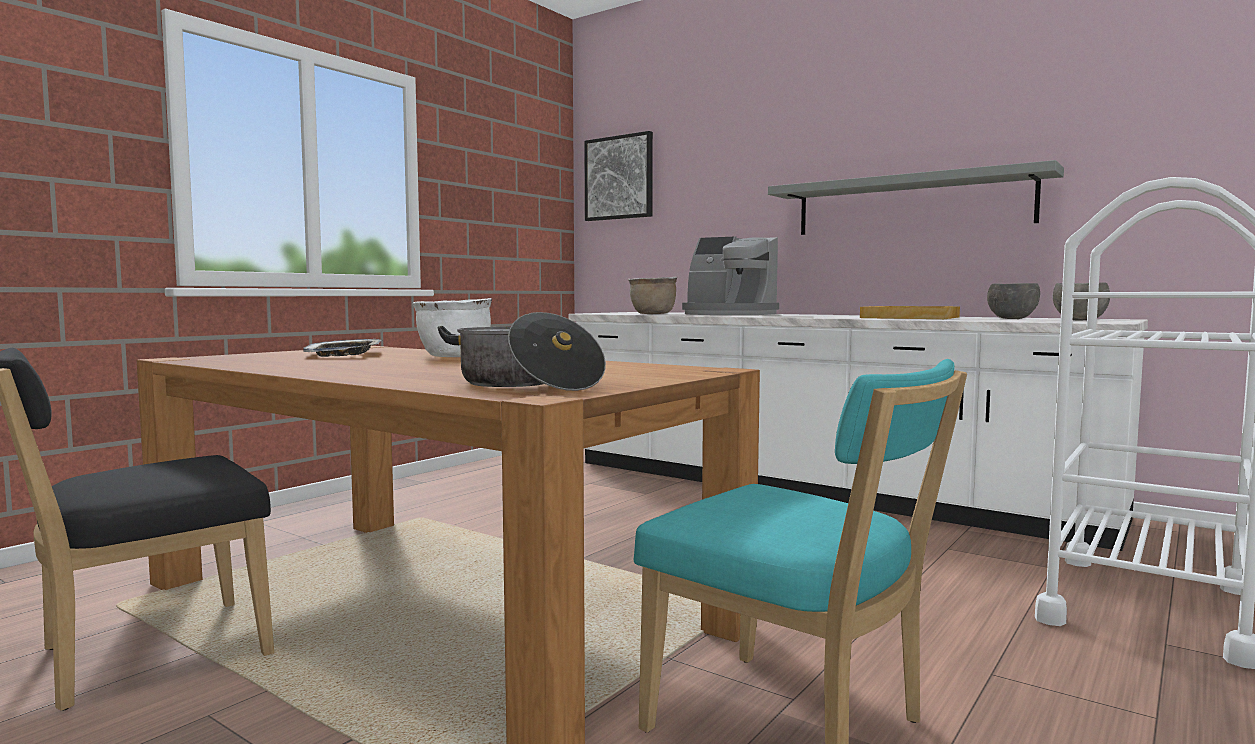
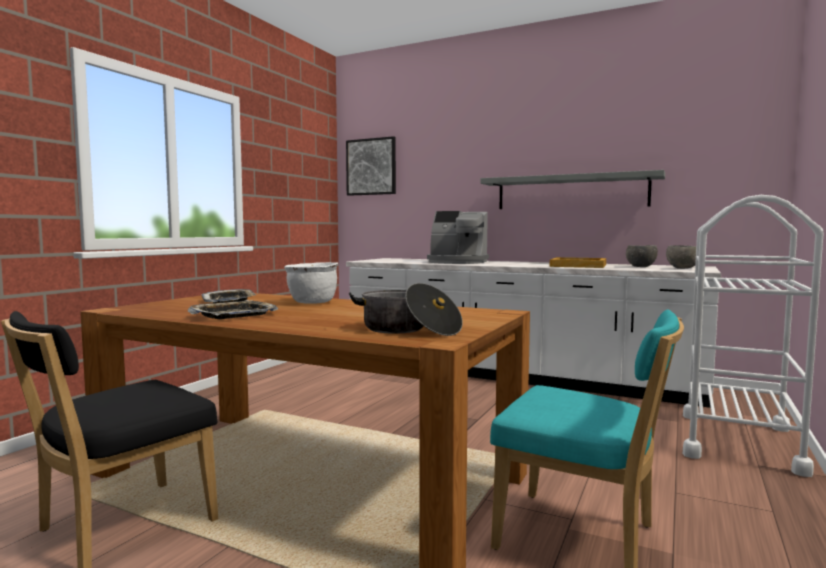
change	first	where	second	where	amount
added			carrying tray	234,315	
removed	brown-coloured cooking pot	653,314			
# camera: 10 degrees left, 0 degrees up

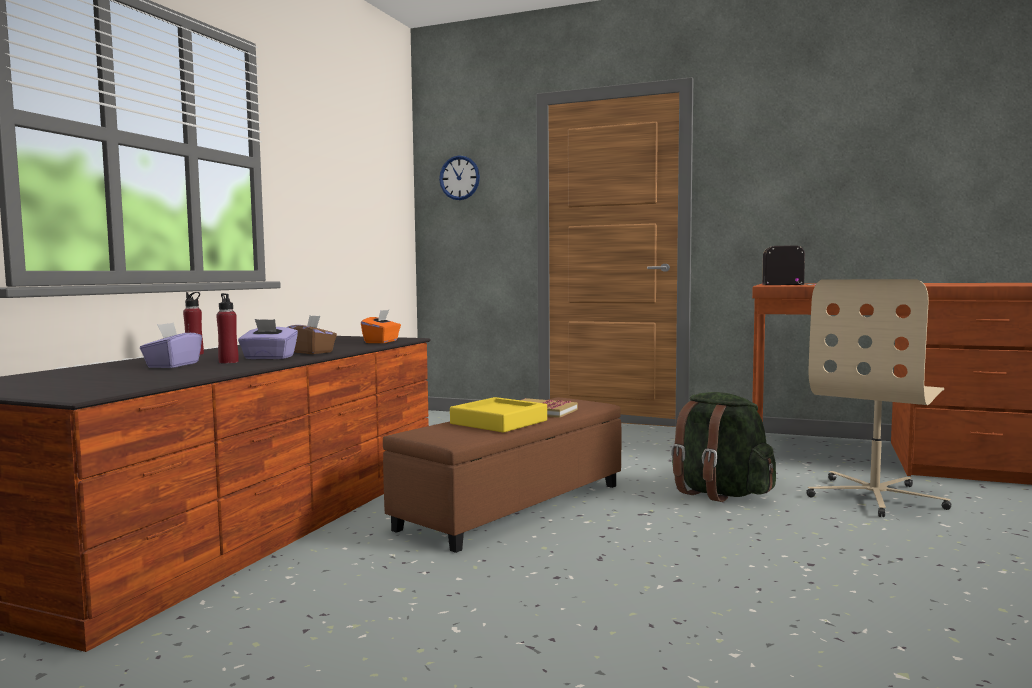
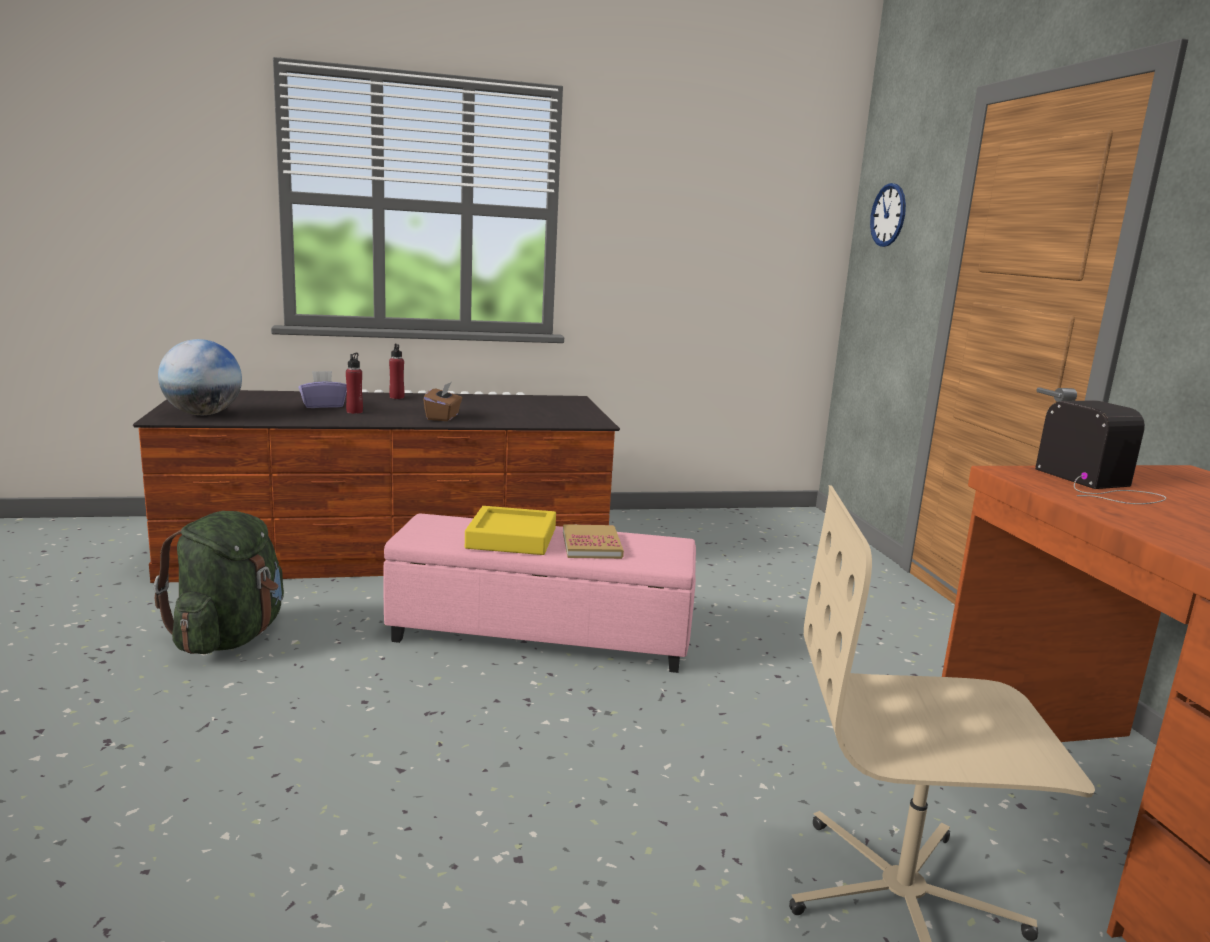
change	first	where	second	where	amount
moved	greenish knapsack	719,493		230,637	
added			desk globe	203,414	
recoloured	brown-coloured pouffe	515,506	pink-coloured pouffe	541,635	
removed	purple box of tissues	269,358			
removed	orange-coloured box of tissues	382,342			
# camera: 55 degrees right, 10 degrees up

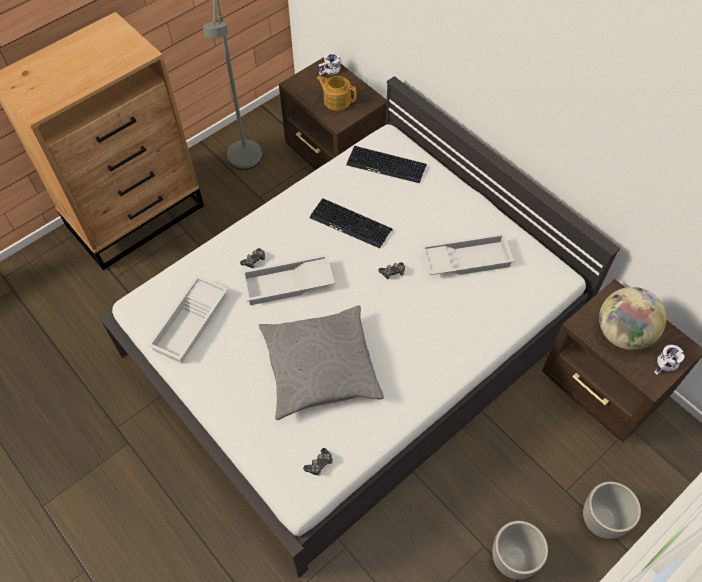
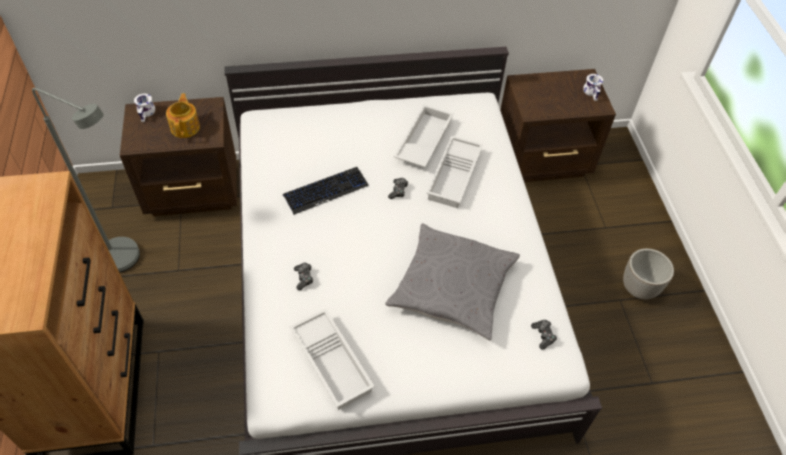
change	first	where	second	where	amount
turned	tea pot	336,100		185,127	120 degrees clockwise
moved	white carrying tray	288,285		455,176	
removed	computer keyboard	386,165			
removed	plant pot	602,519			
removed	desk globe	622,333			
# camera: 60 degrees left, 5 degrees down

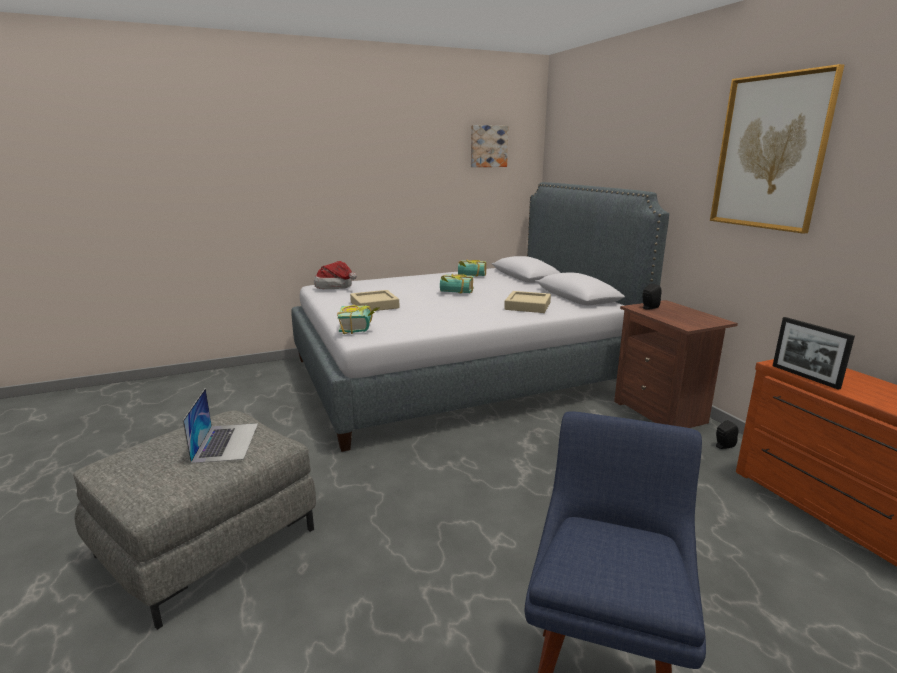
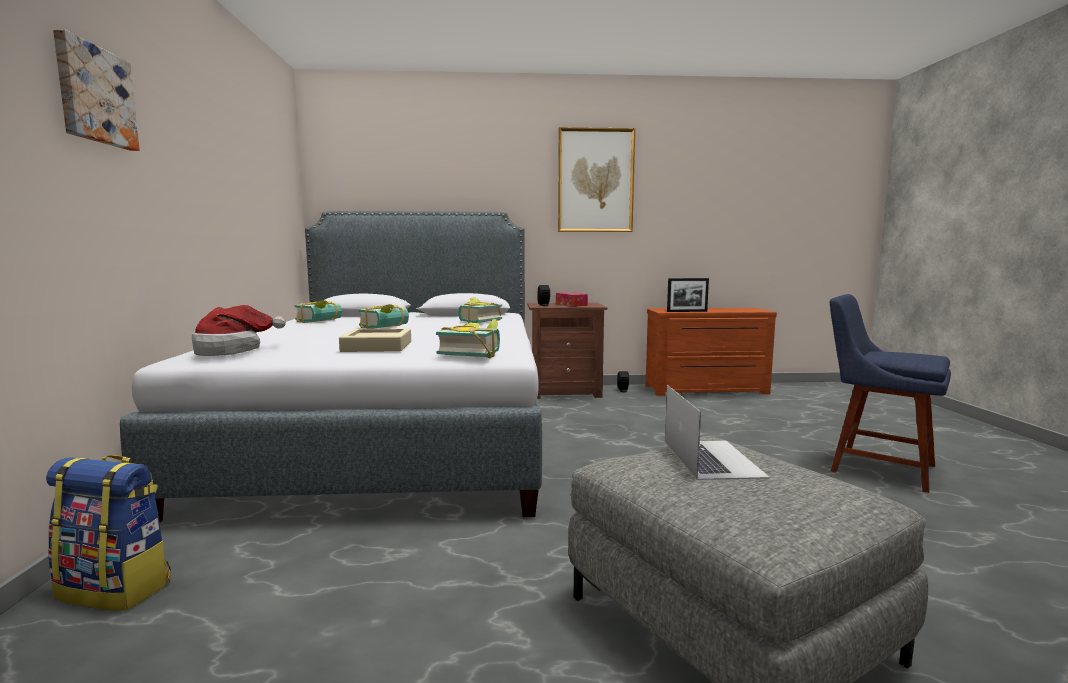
change	first	where	second	where	amount
added			knapsack	117,589	
moved	wall art	488,146		94,95	
replaced	beige-coloured carrying tray	527,306	bound book	477,321	
added			box of tissues	571,304	
turned	laptop	226,442		711,458	75 degrees clockwise
# camera: 70 degrees left, 10 degrees down

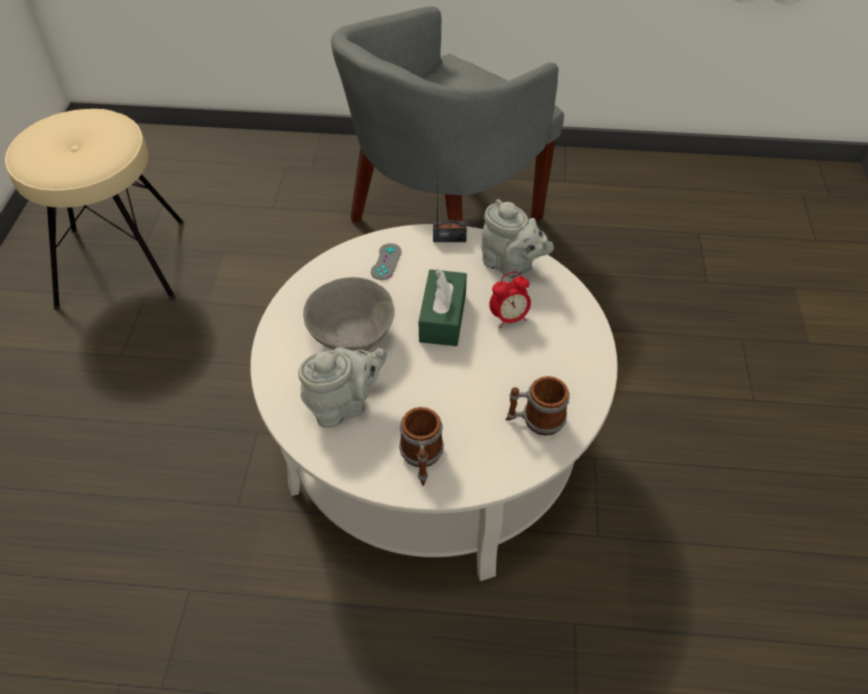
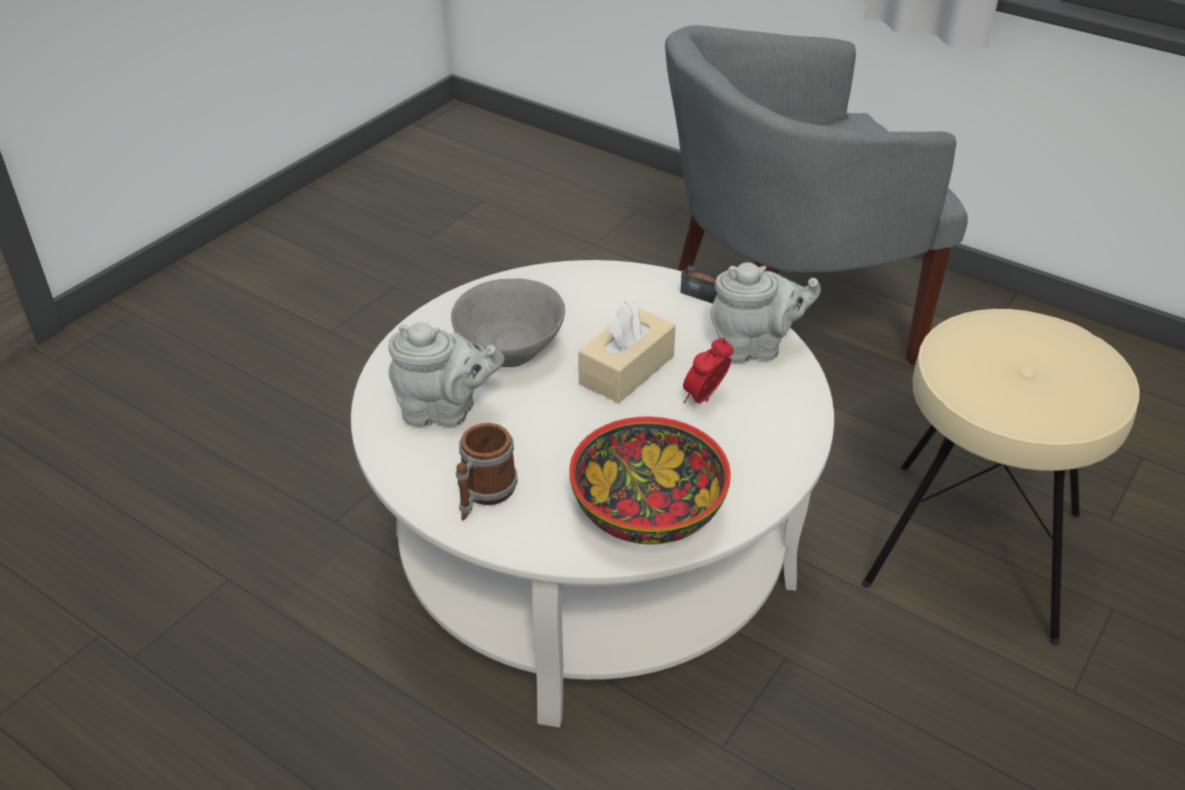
change	first	where	second	where	amount
replaced	tea mug	535,420	deep dish	646,512	
recoloured	greenish box of tissues	443,317	beige-coloured box of tissues	626,370	
turned	alarm clock	509,318		705,399	120 degrees clockwise
turned	gray tea pot	511,265		754,347	75 degrees counterclockwise
moved	beige-coloured stool	121,262		972,547	
removed	gray gamepad	386,261			
# camera: 30 degrees right, 10 degrees down

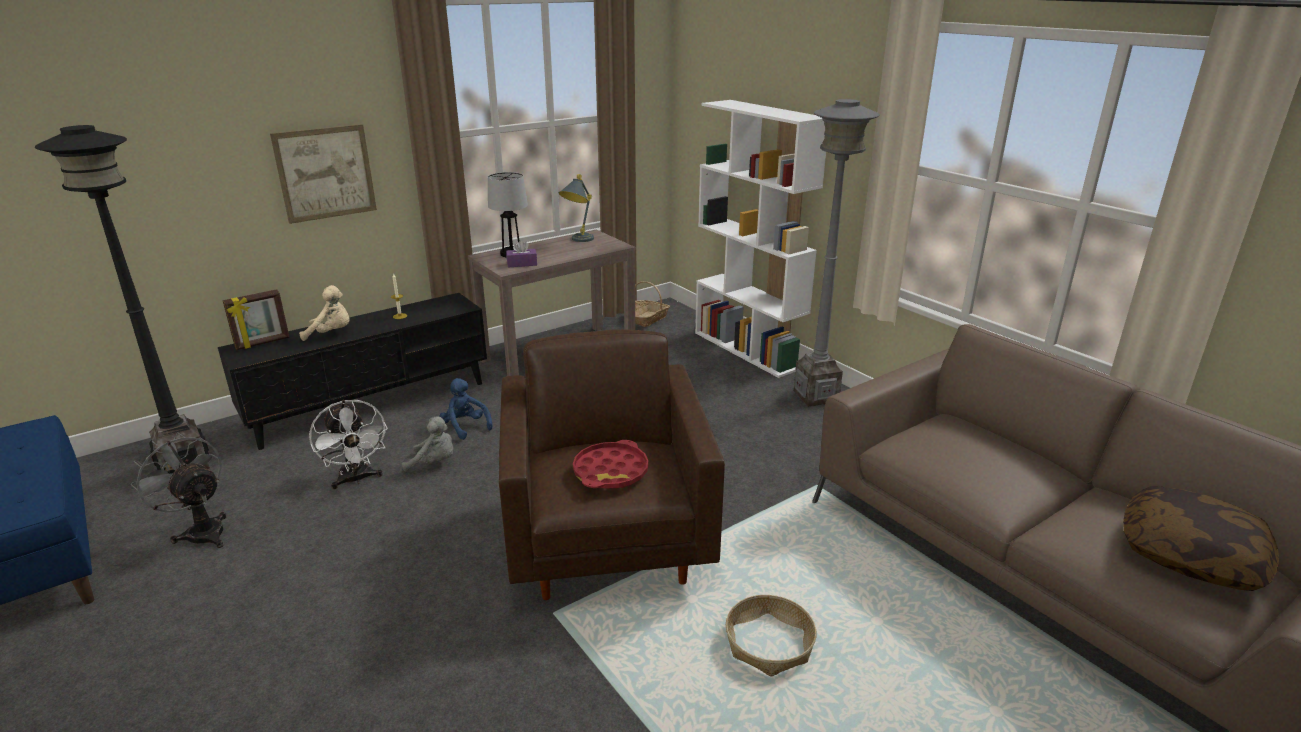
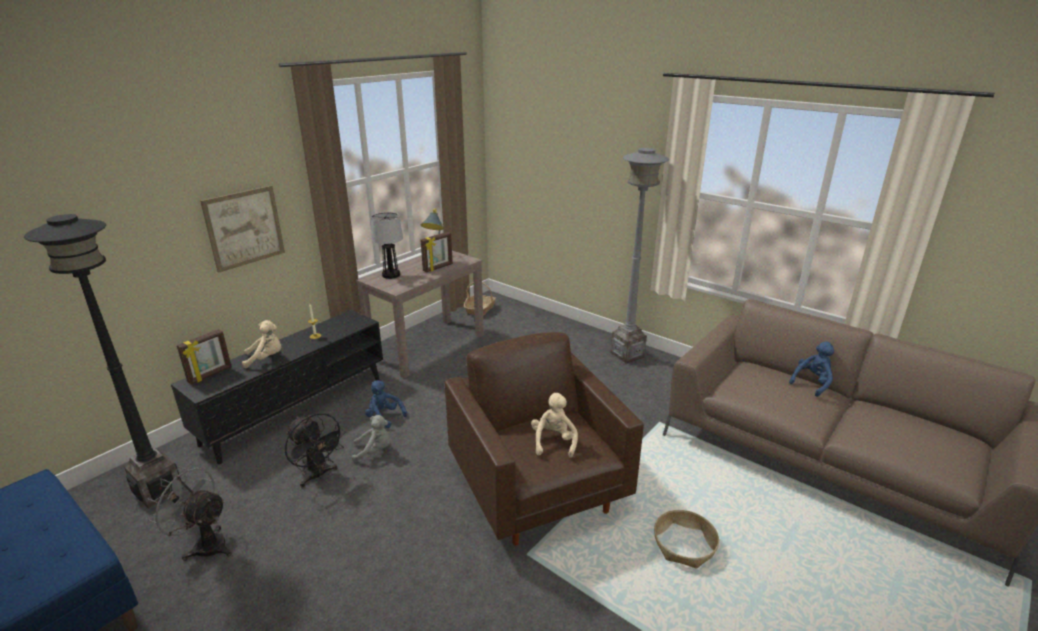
change	first	where	second	where	amount
recoloured	white fan	356,479	blackish fan	318,475	
added			photo frame	438,268	
replaced	red-coloured carrying tray	611,471	beige-coloured plush toy	554,442	
added			bluish plush toy	812,383	
removed	purple box of tissues	522,264			
removed	white shelving unit	748,350			
removed	cushion	1190,555			
# camera: 15 degrees left, 0 degrees up

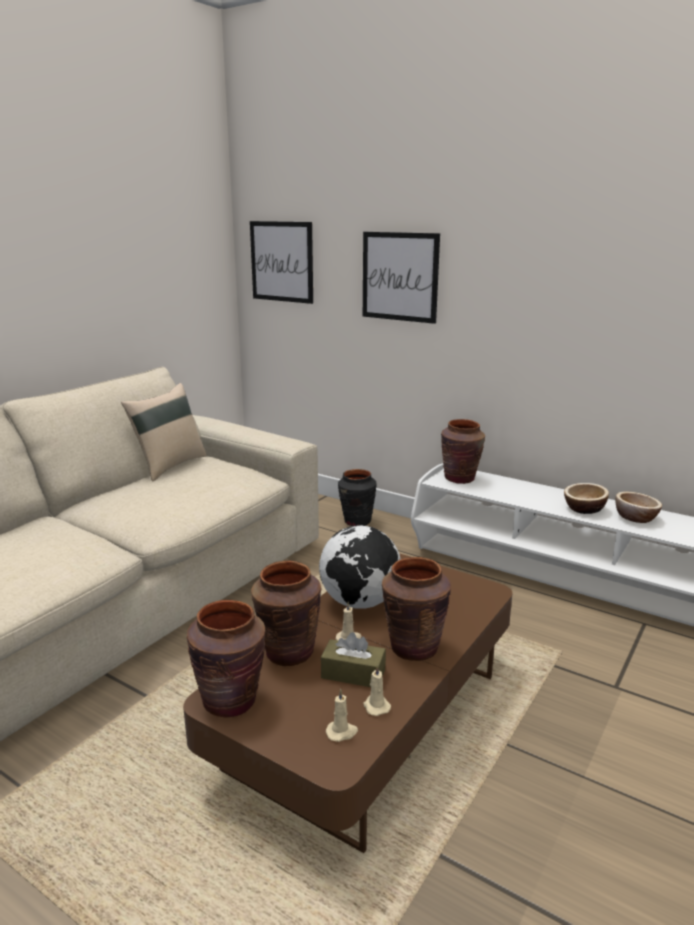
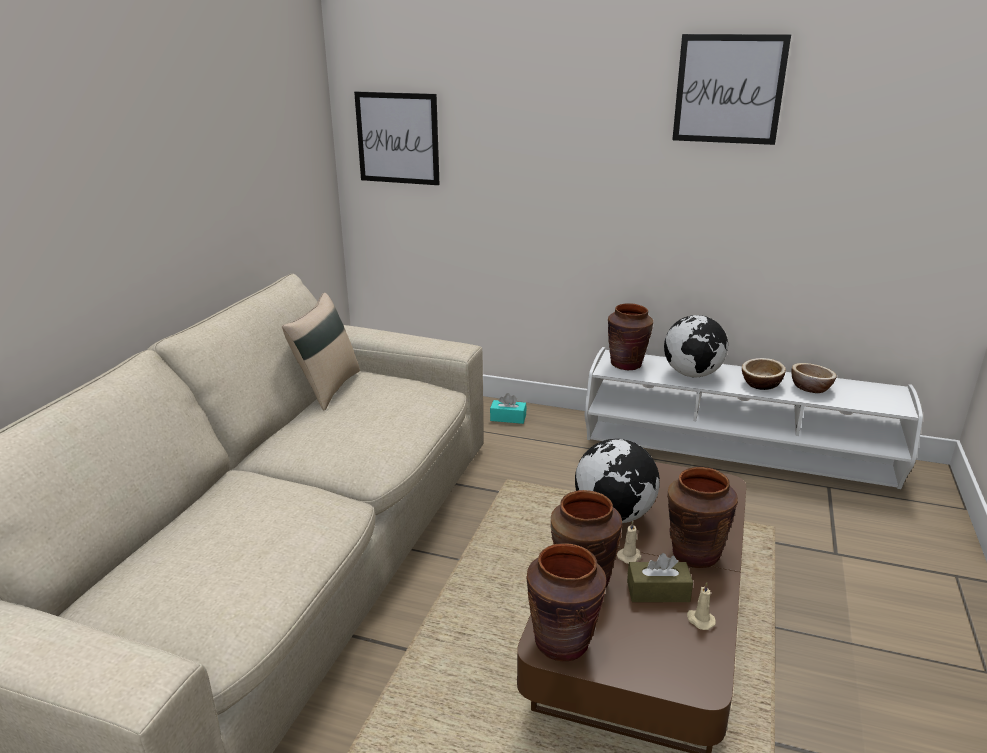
change	first	where	second	where	amount
replaced	blackish flower vase	357,521	turquoise box of tissues	508,418	
added			desk globe	692,374	
moved	wall art	400,277		729,89	
removed	beige-coloured candle	342,732			
# camera: 15 degrees left, 5 degrees up

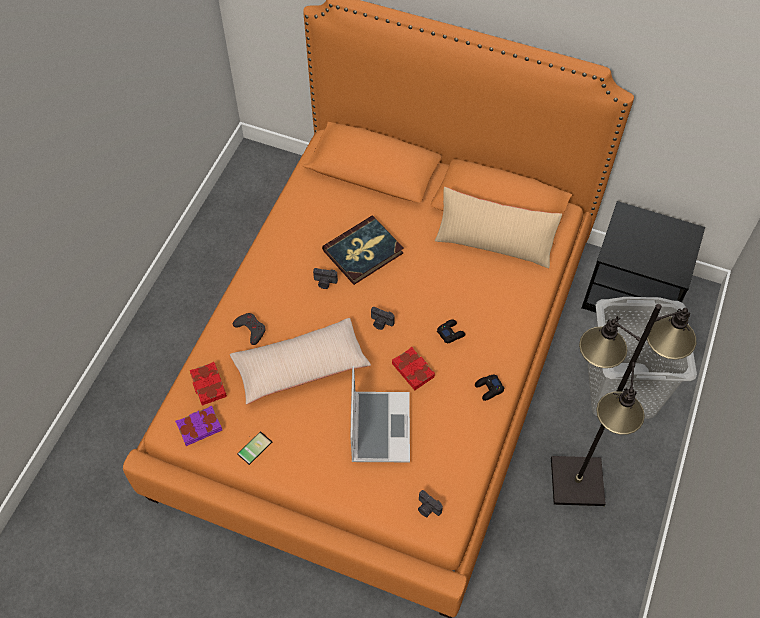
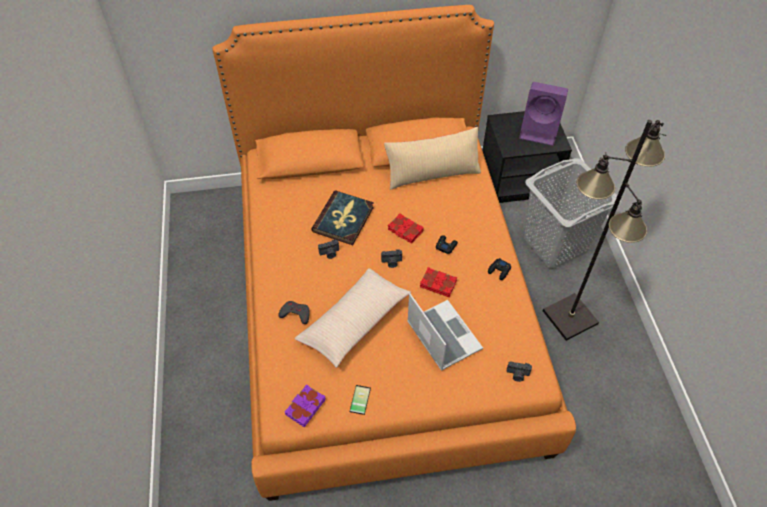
change	first	where	second	where	amount
moved	red-coloured bound book	208,385		405,231	
added			purple speaker	540,130	
# camera: 30 degrees left, 5 degrees down

